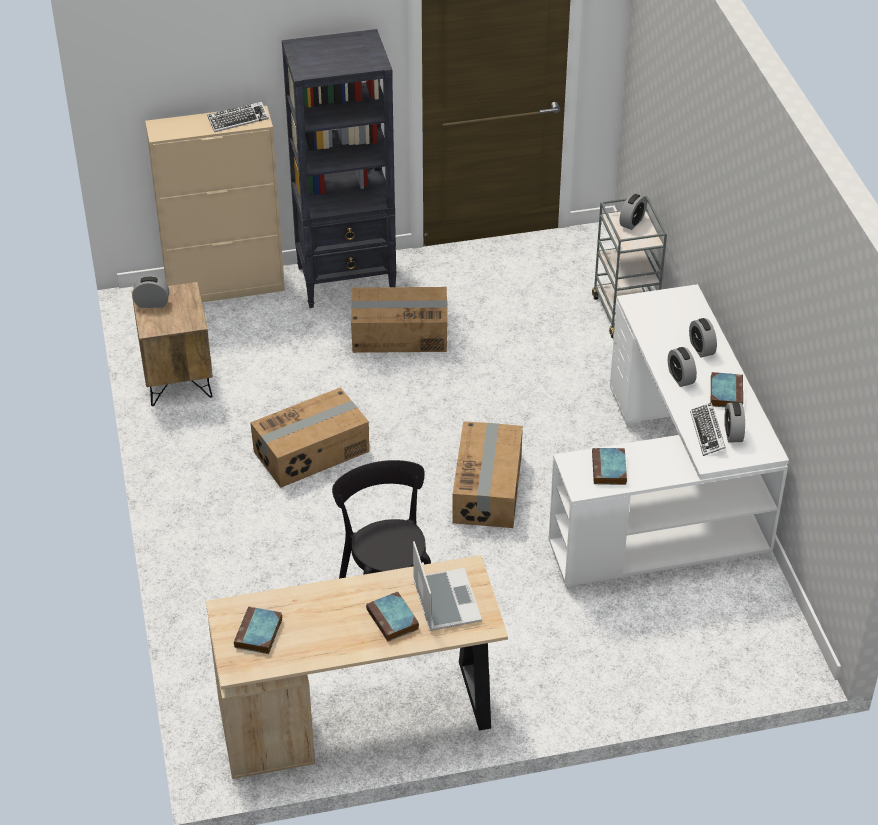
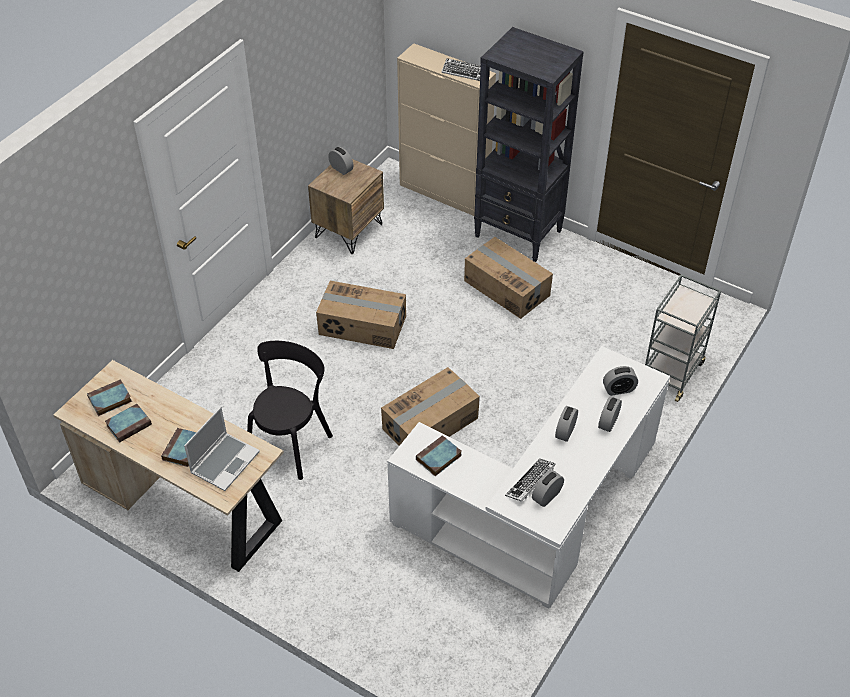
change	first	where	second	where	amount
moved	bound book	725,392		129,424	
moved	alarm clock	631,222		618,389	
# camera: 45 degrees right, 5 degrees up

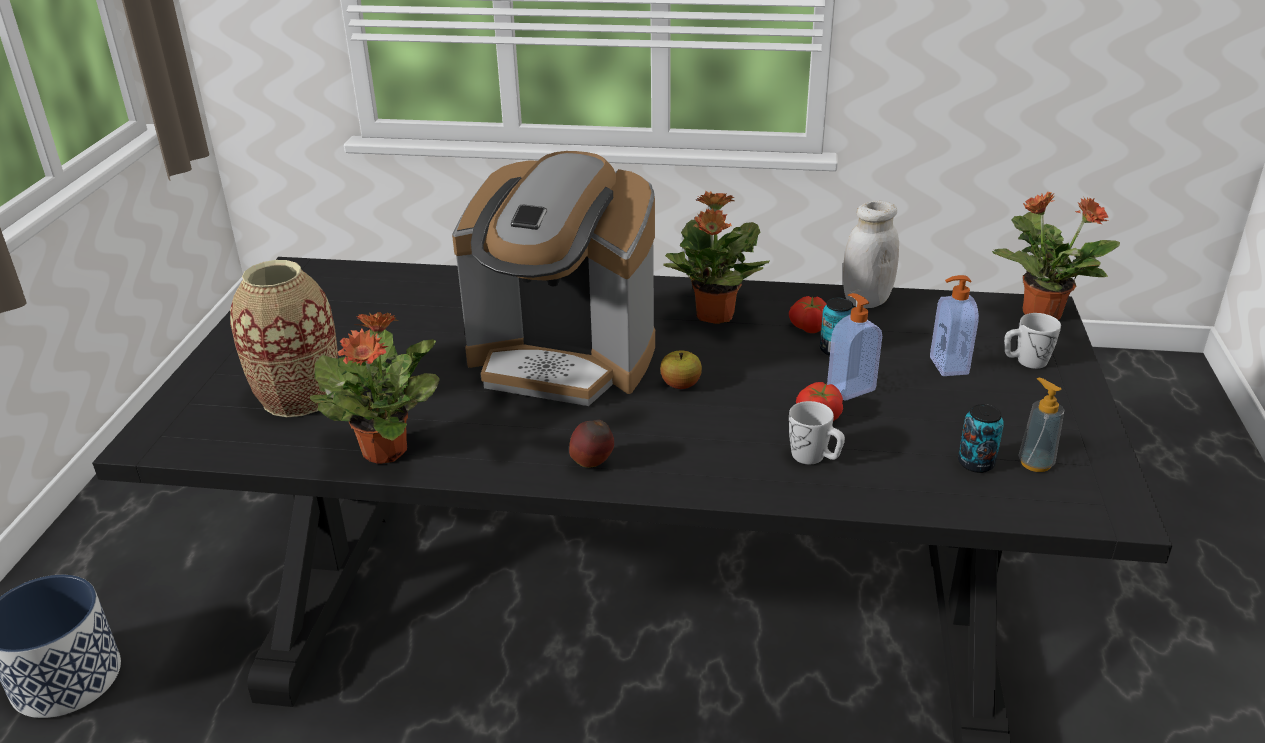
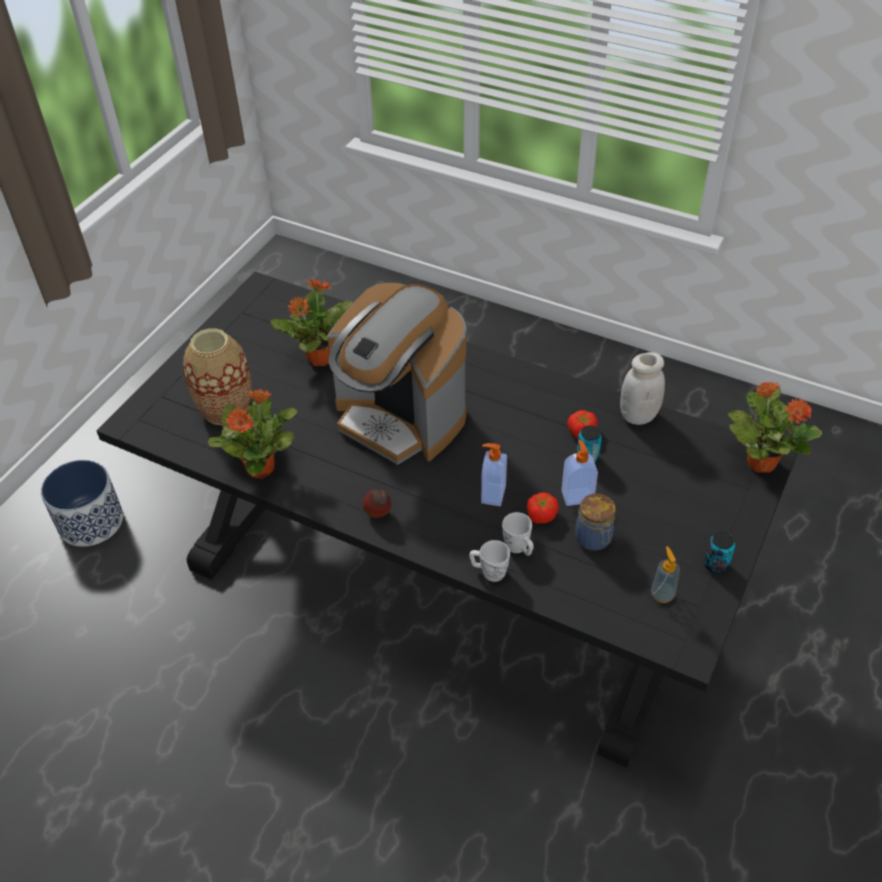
change	first	where	second	where	amount
moved	houseplant	714,316		319,358	
moved	white tea mug	1025,361		489,572	
moved	liquid soap bottle	947,366		492,494	
added			jar	594,539	
moved	sealed can	976,463		715,565	
removed	whole apple	680,385			
# camera: 20 degrees right, 15 degrees up

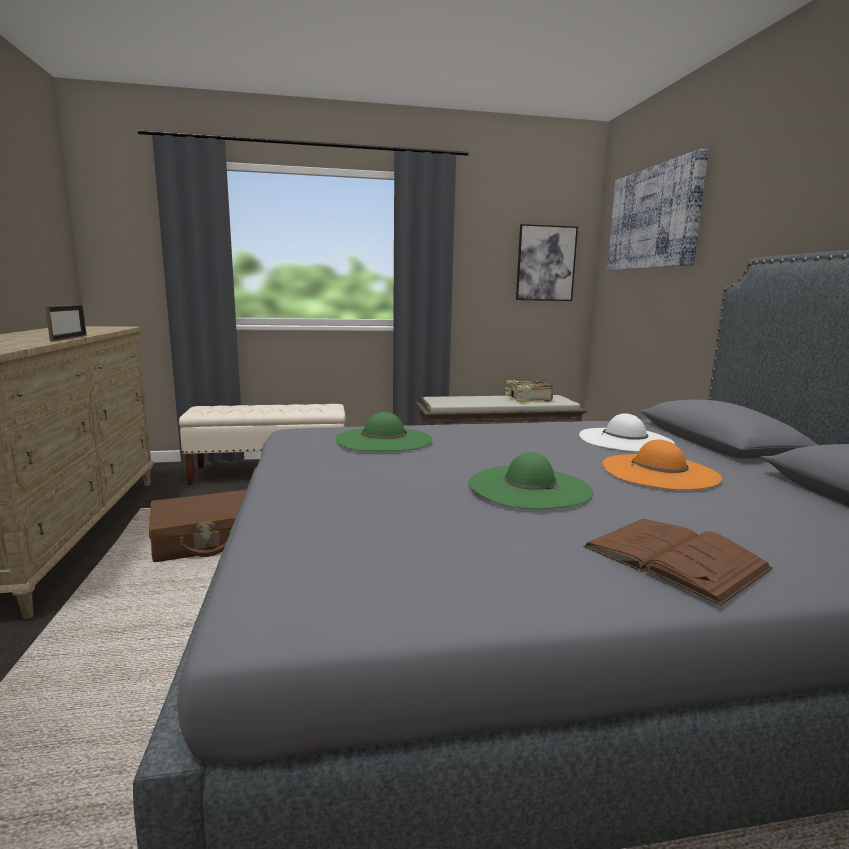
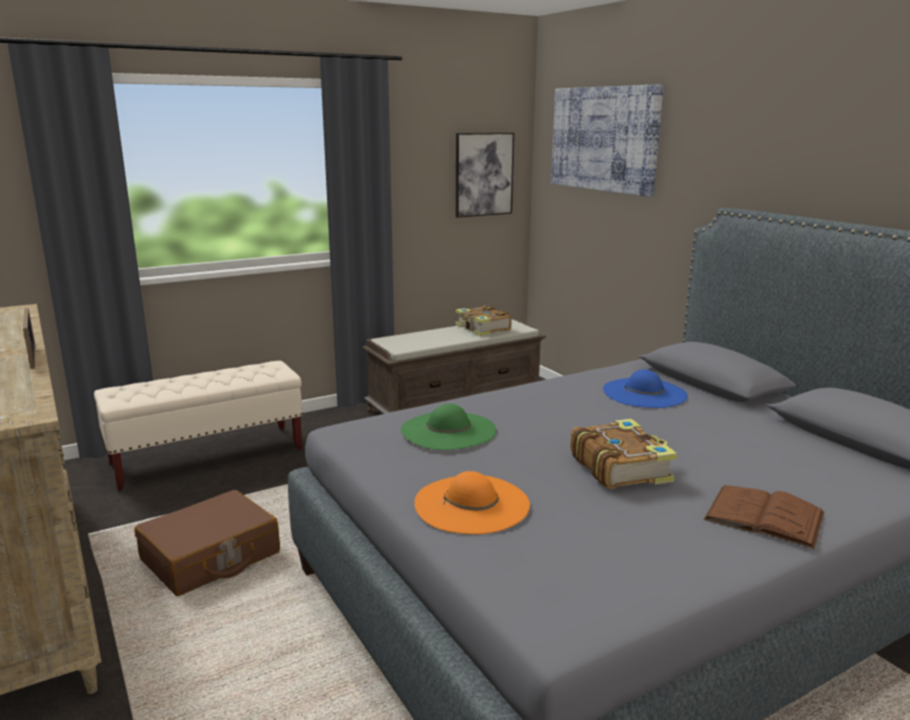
change	first	where	second	where	amount
moved	orange-coloured hat	659,471		472,504	
replaced	greenish hat	529,487	bound book	620,467	
recoloured	white hat	625,439	bluish hat	644,393	
# camera: 20 degrees left, 5 degrees up

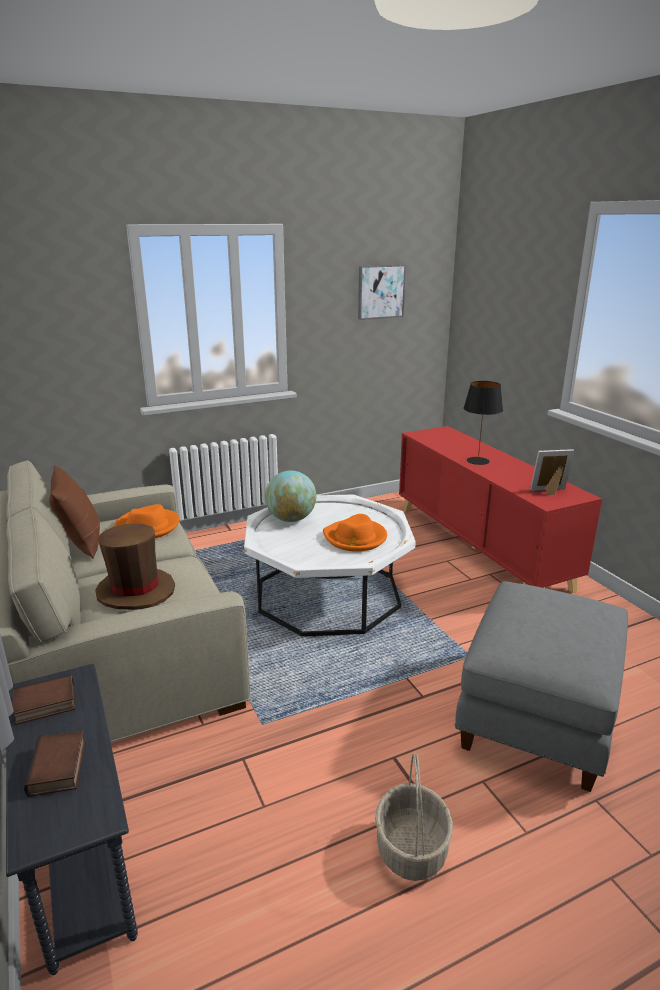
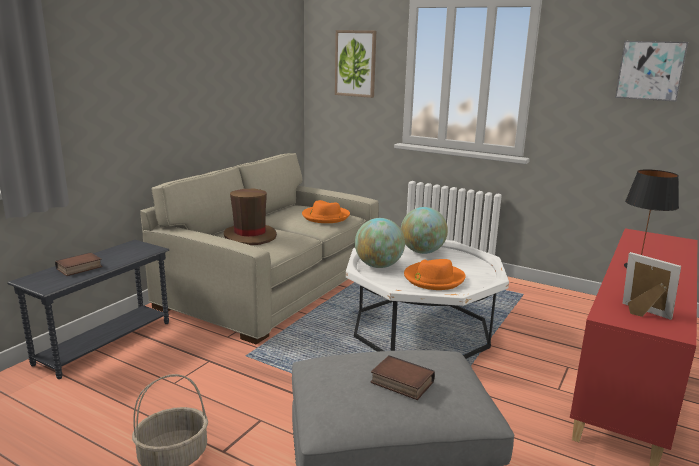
change	first	where	second	where	amount
added			wall art	355,63	
added			desk globe	378,266	
moved	bound book	44,705		400,383	
removed	brown-coloured cushion	81,542			
# camera: 55 degrees right, 5 degrees down

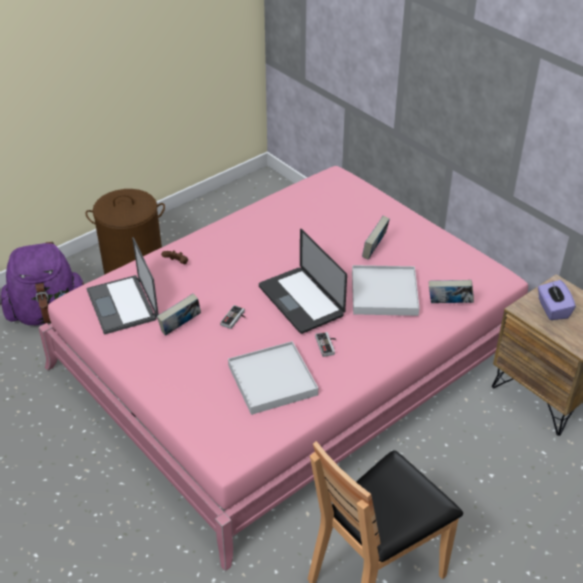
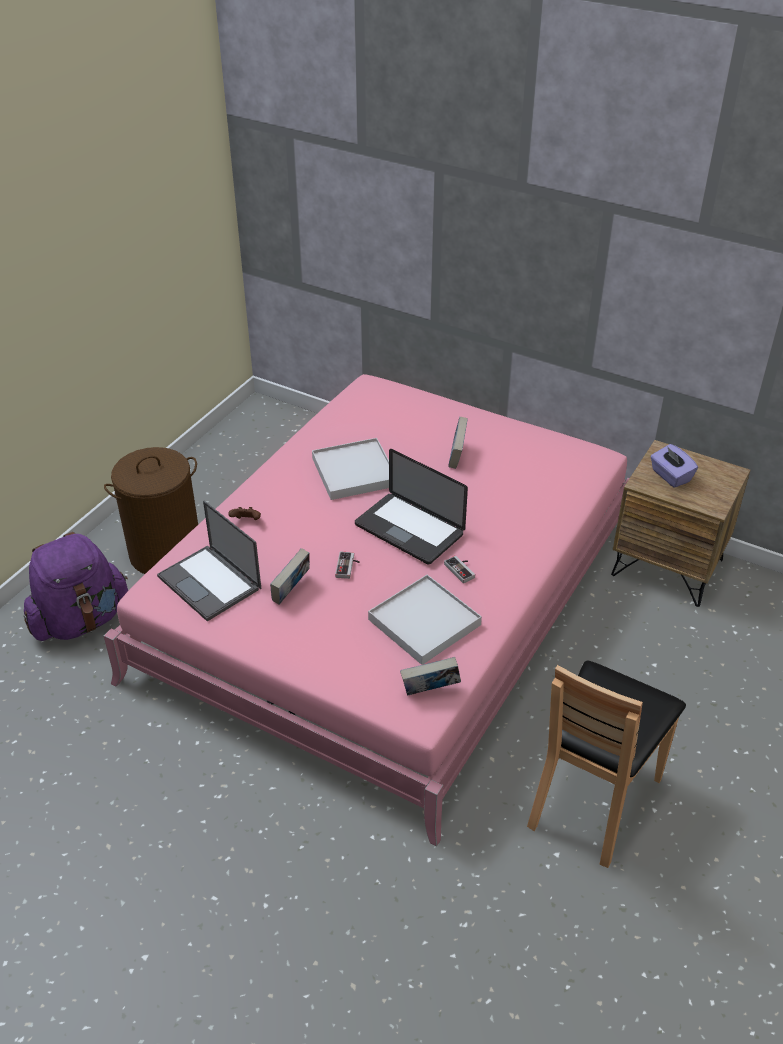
change	first	where	second	where	amount
moved	white carrying tray	384,293		354,472	
moved	bound book	449,304		430,691	
# camera: 20 degrees left, 0 degrees up

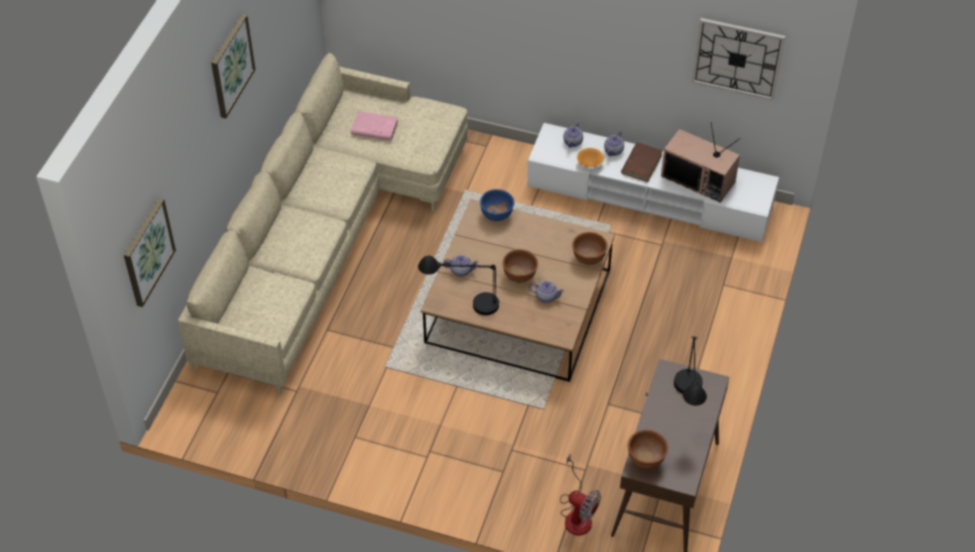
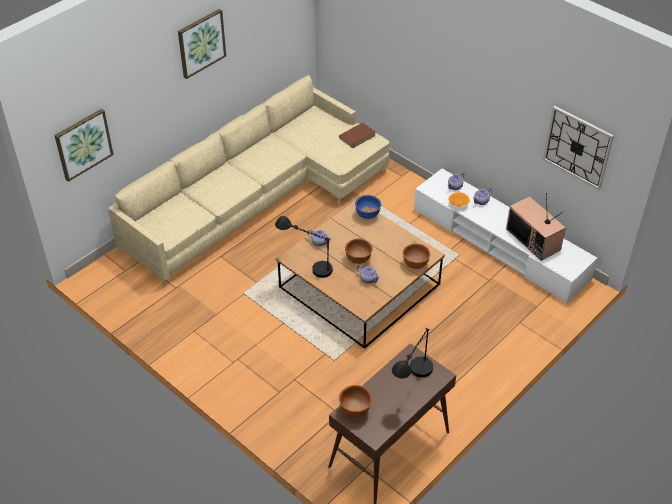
change	first	where	second	where	amount
moved	brown-coloured bound book	641,163		357,136	
removed	pink-coloured bound book	374,128			
removed	fan	576,514			
# camera: 25 degrees right, 5 degrees down

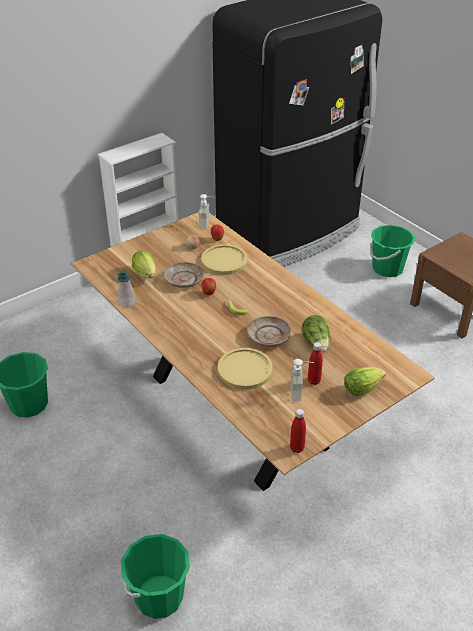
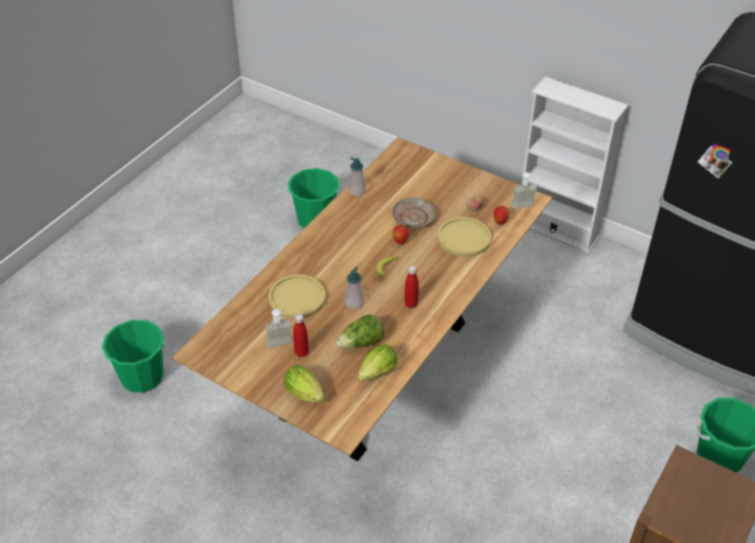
change	first	where	second	where	amount
replaced	beige-coloured flat dish	269,336	liquid soap bottle	354,303	
moved	lettuce	146,275		376,374	
moved	red-coloured bottle	297,448		411,304	
# camera: 70 degrees right, 5 degrees up

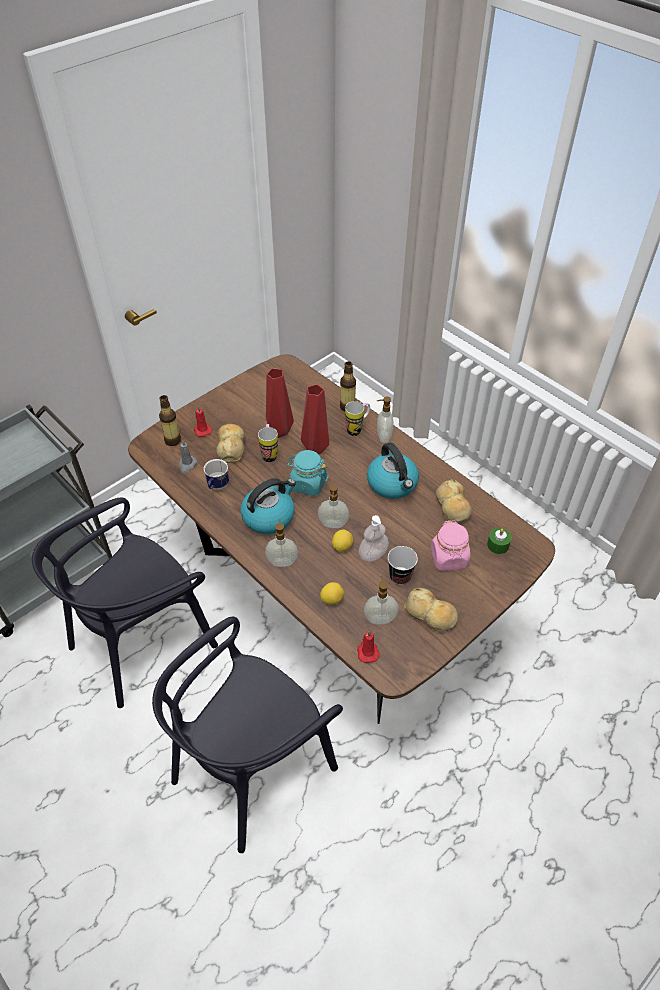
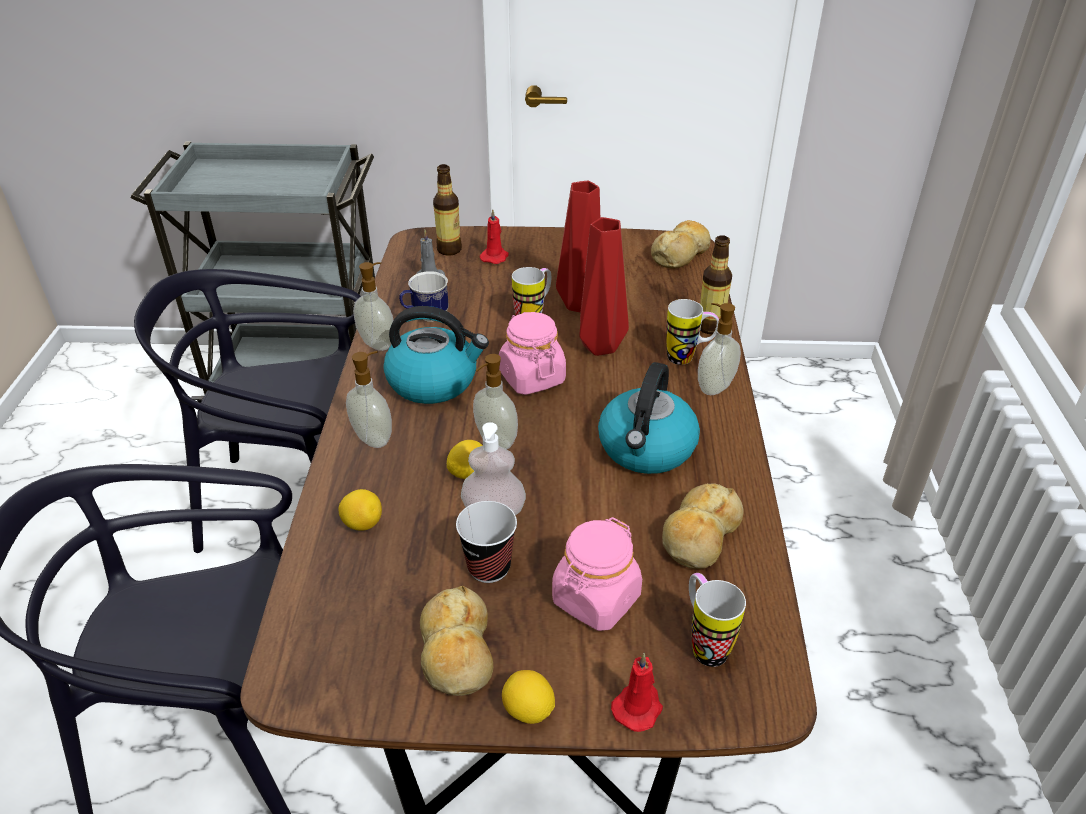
change	first	where	second	where	amount
moved	liquid soap bottle	380,618		378,343	
recoloured	turquoise jar	308,484	pink-coloured jar	531,377	
added			lemon	528,710	
moved	red-coloured candle	367,651		638,707	
moved	bakery bread	231,447		681,254	
replaced	greenish candle	498,545	tea mug	704,643	
# camera: 45 degrees right, 10 degrees down

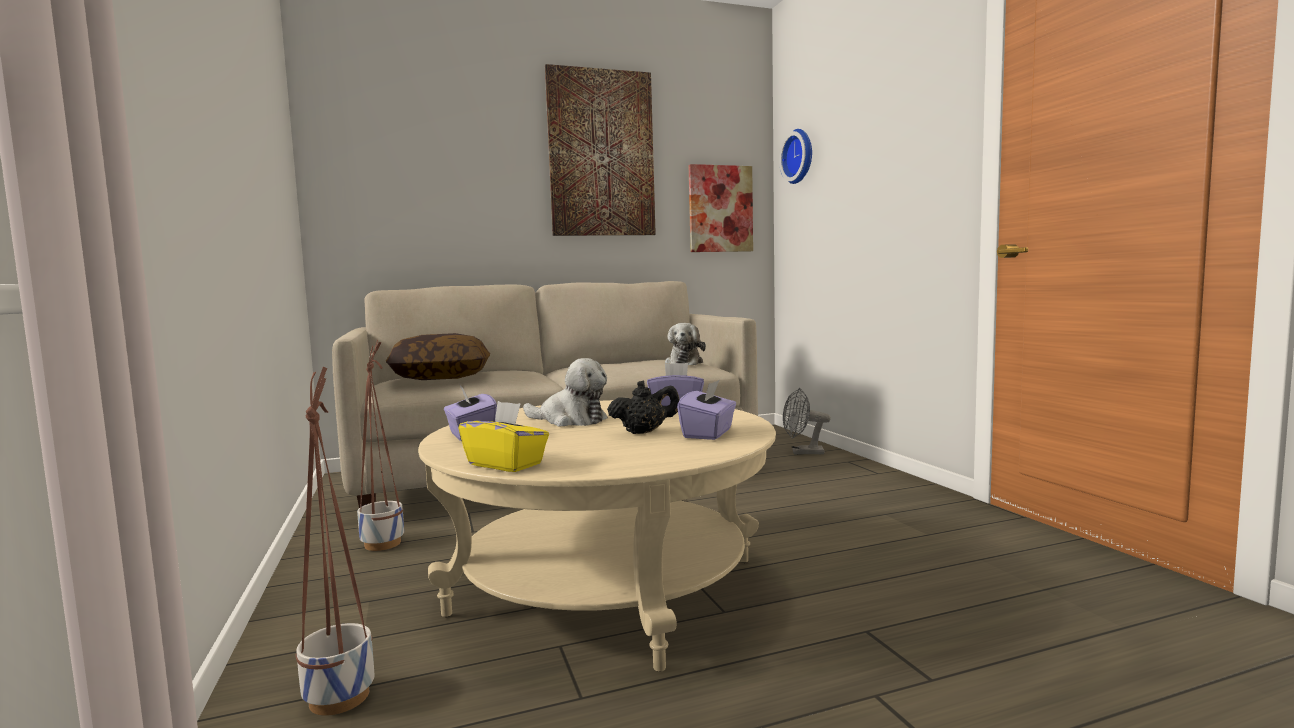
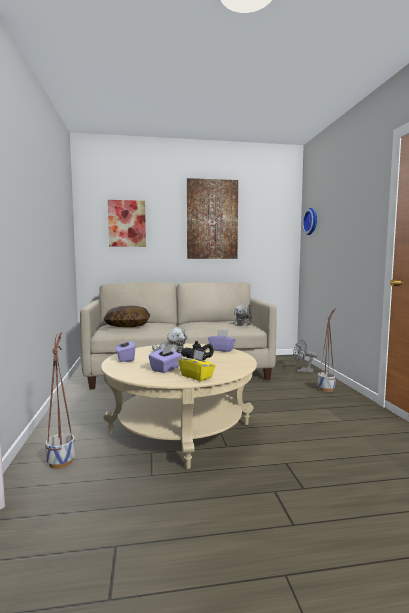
change	first	where	second	where	amount
moved	wall art	720,209		127,223	
moved	purple box of tissues	708,433		166,369	
moved	yellowish box of tissues	506,464		197,376	
moved	plant pot	383,544		326,389	
# camera: 10 degrees right, 0 degrees up

